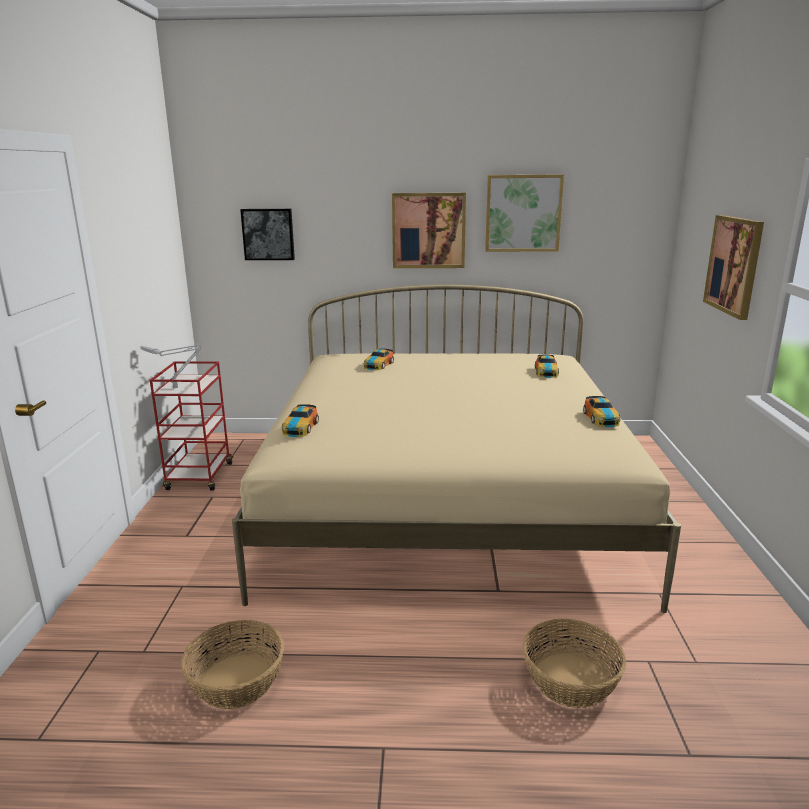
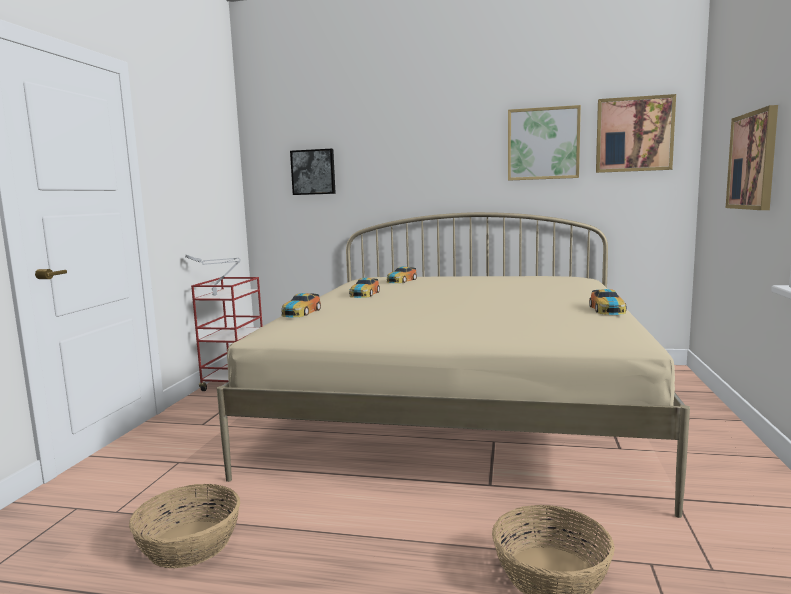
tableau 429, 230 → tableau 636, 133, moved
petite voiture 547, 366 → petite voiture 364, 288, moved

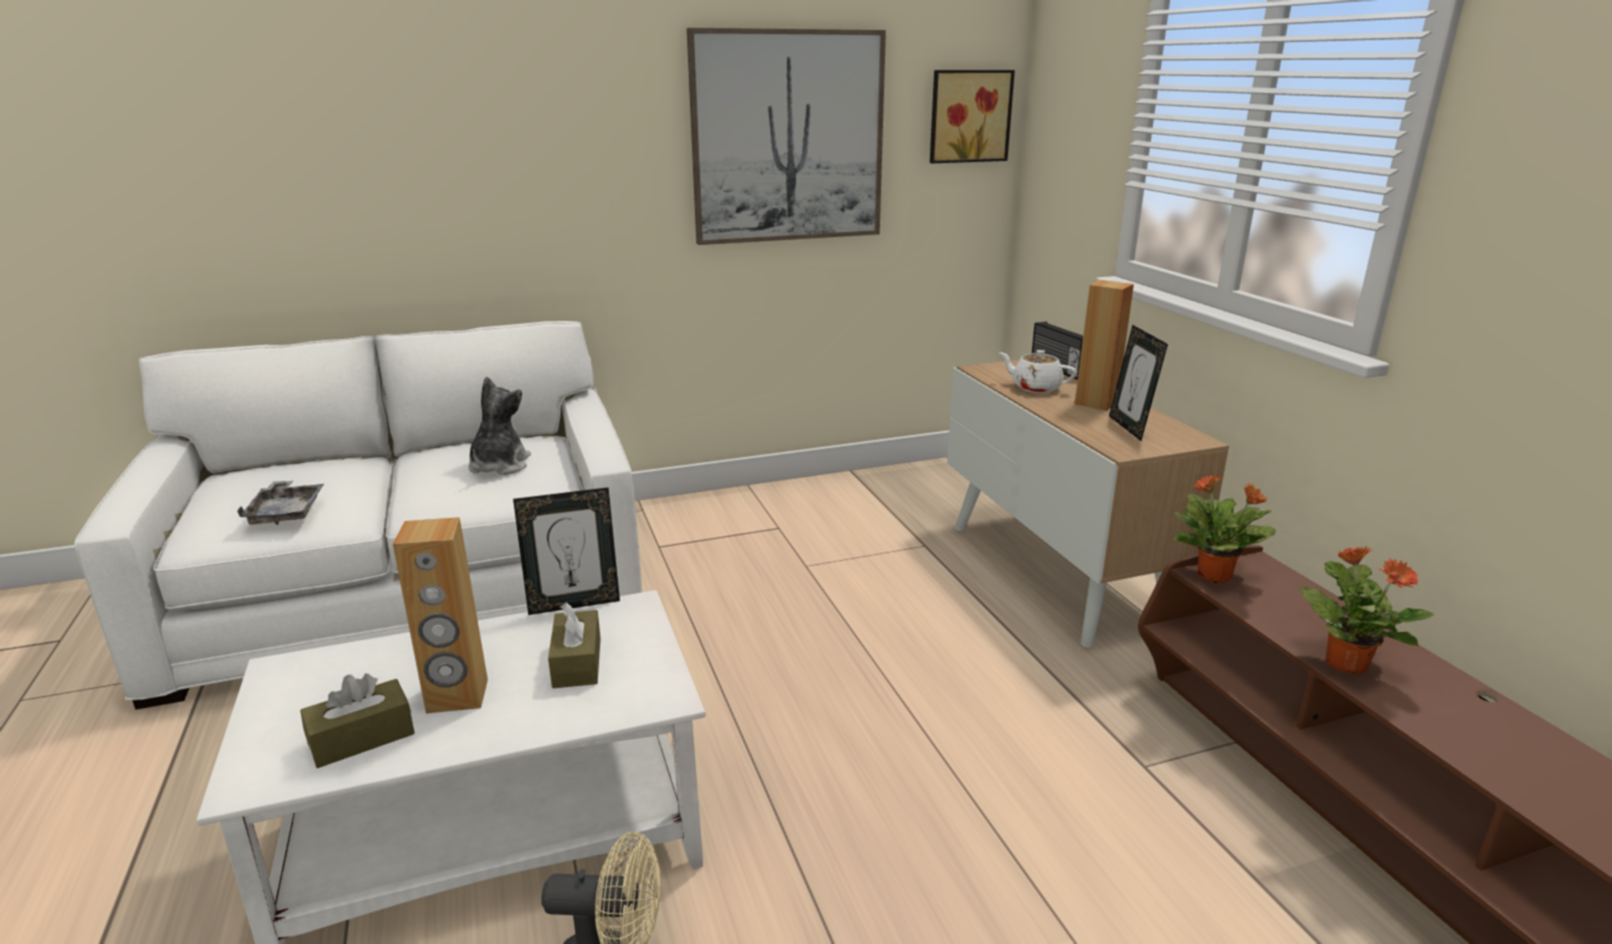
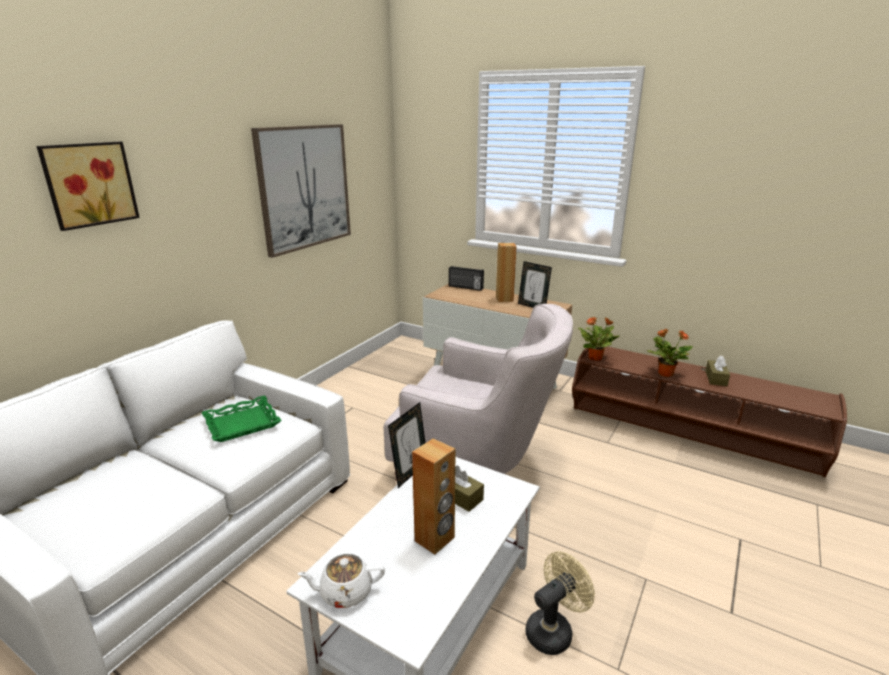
tableau 972, 116 → tableau 88, 186, moved
théière/blanc 1037, 371 → théière/blanc 341, 580, moved
peluche 499, 426 → plateau/vert 242, 419
plateau/gris 280, 502 → -
boîte à mouchoirs/marron 357, 721 → boîte à mouchoirs/marron 717, 370, moved
- → fauteuil/blanc 478, 392

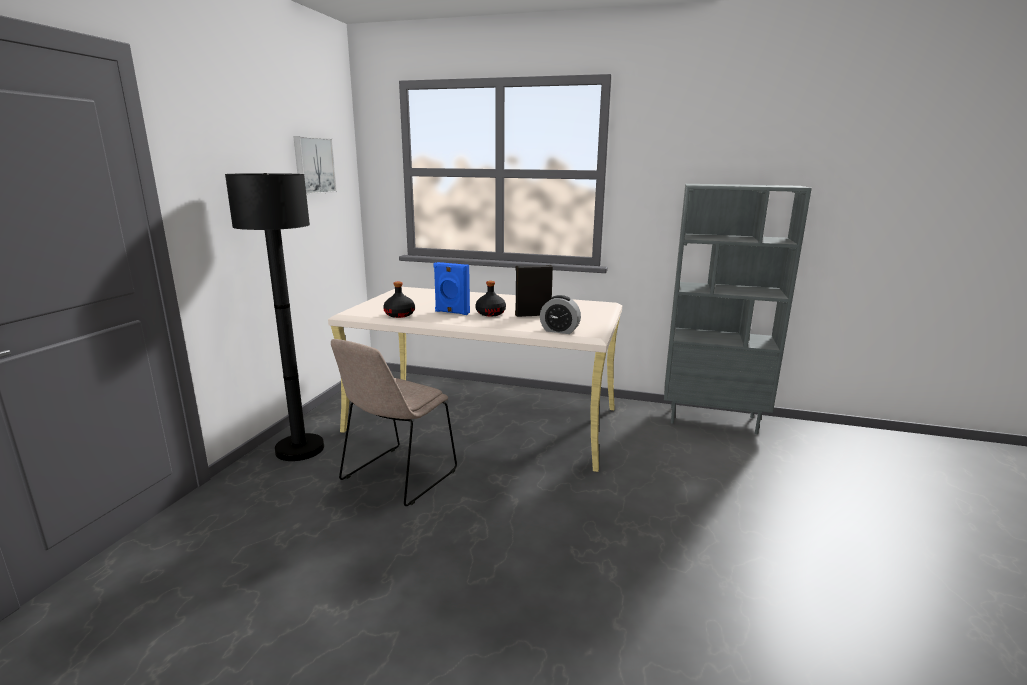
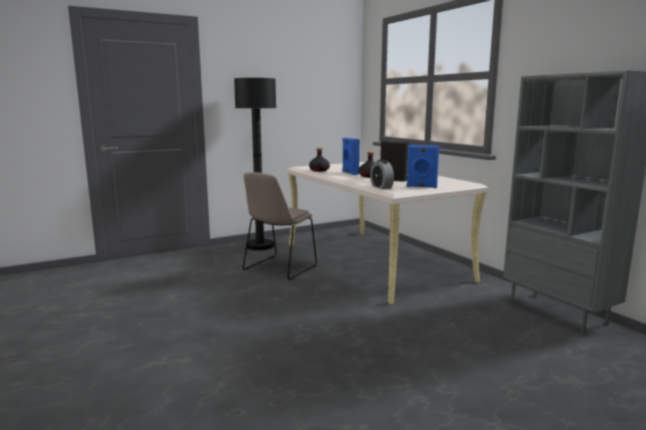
tableau 315, 165 → -
chaise/beige 394, 422 → chaise/beige 280, 226, 45 degrees counterclockwise
- → enceinte/bleu 423, 166

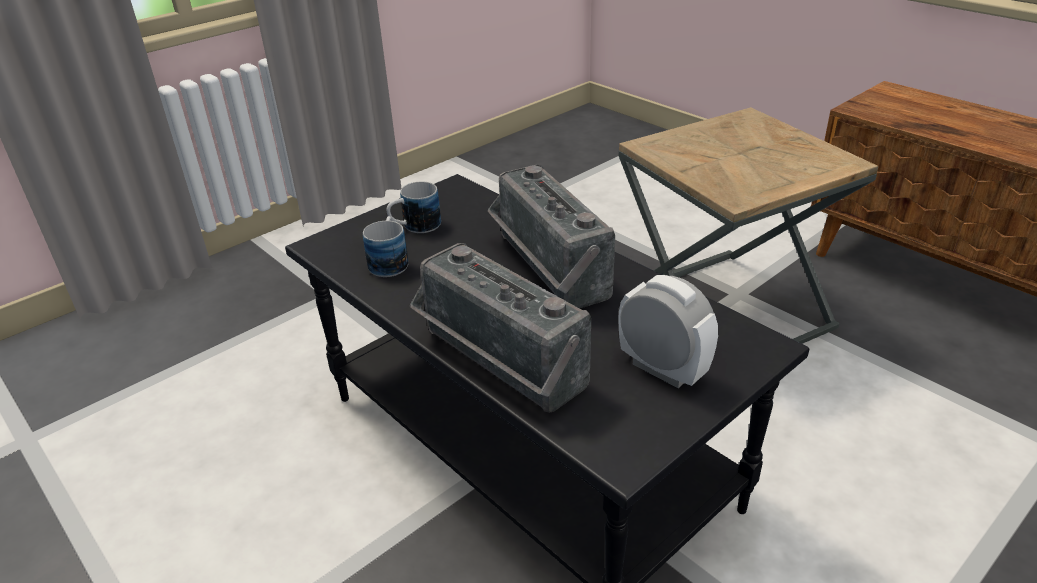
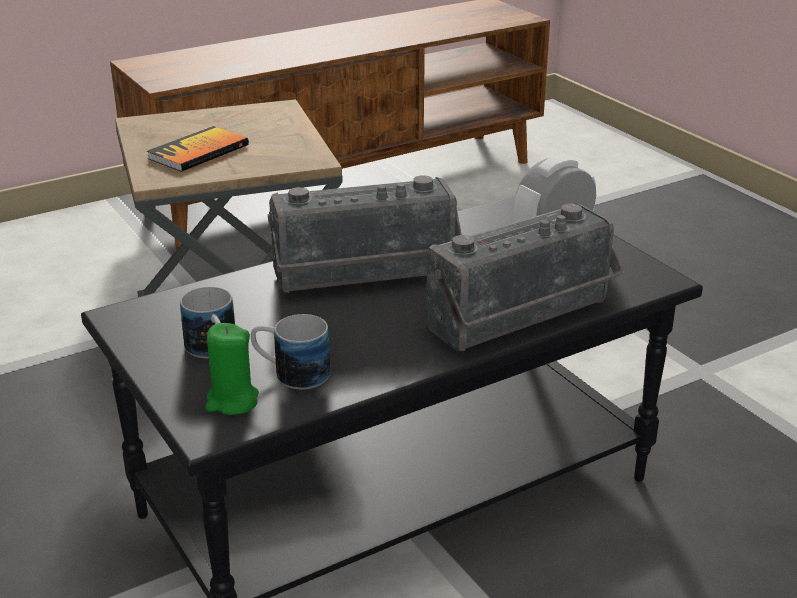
- → livre 197, 149
- → bougie/vert 232, 369

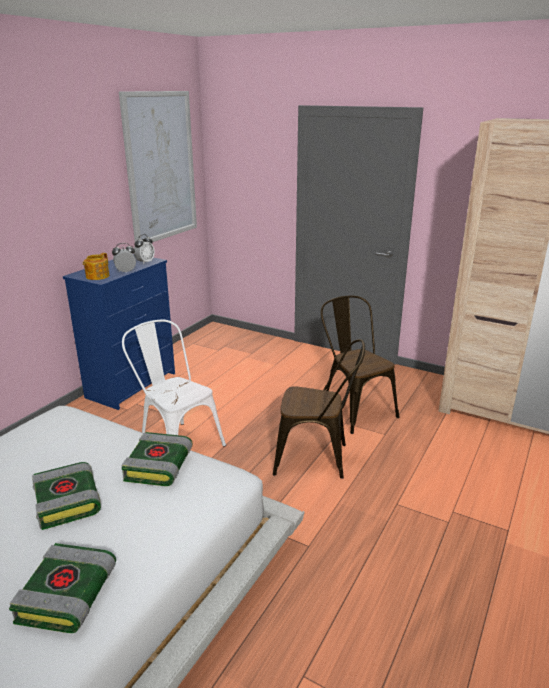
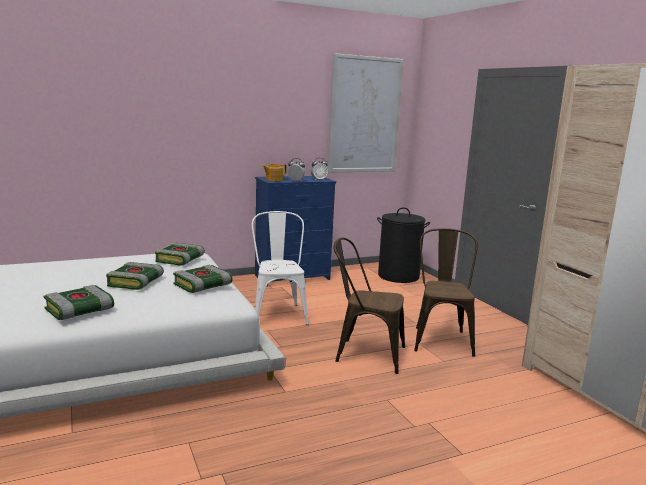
chaise/marron 319, 409 → chaise/marron 369, 305, 150 degrees clockwise
- → panier à linge/noir 403, 245
- → livre 180, 254

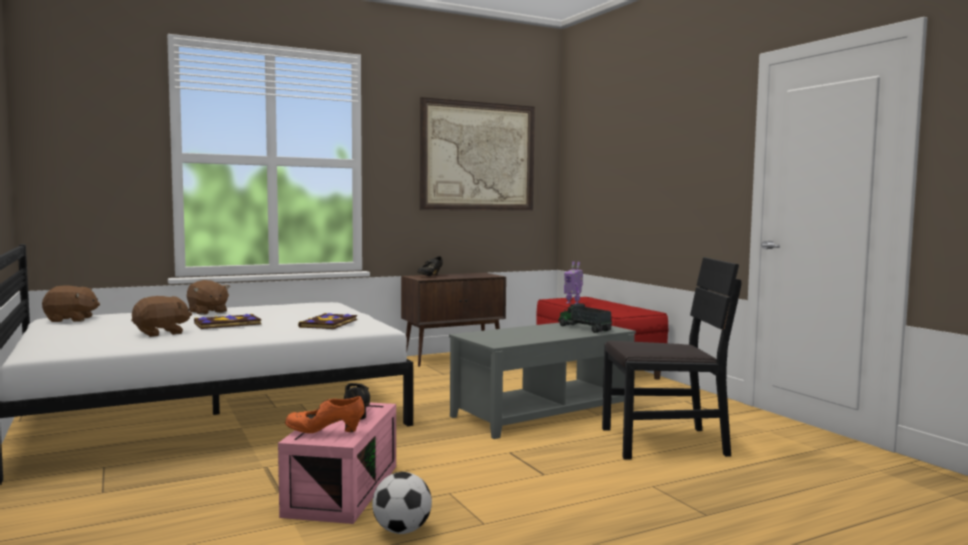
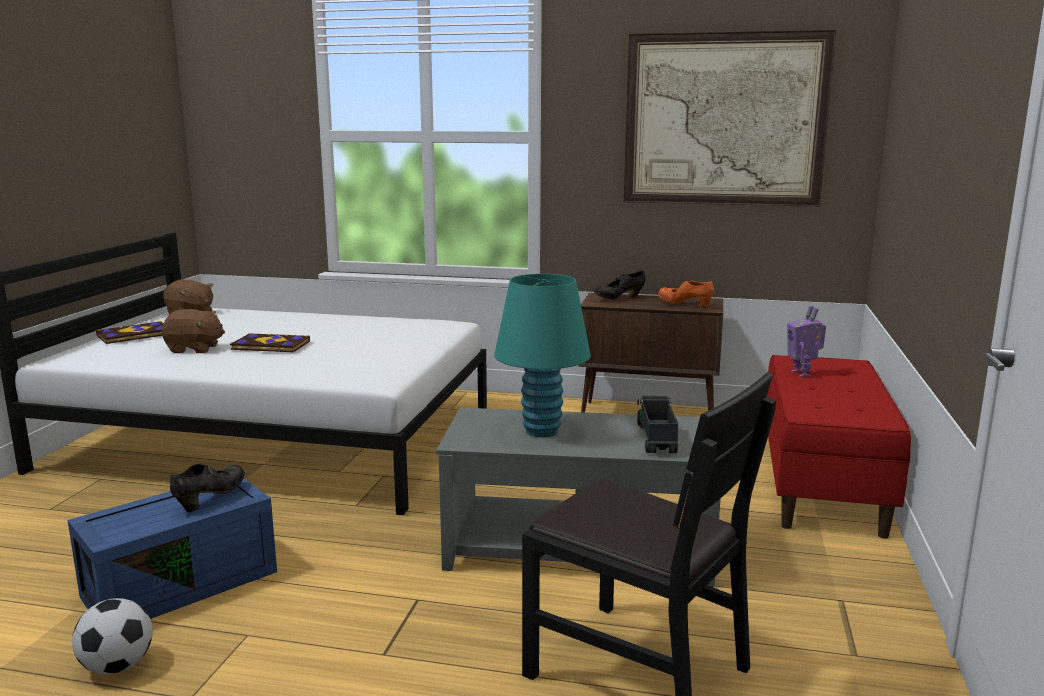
peluche/marron 208, 297 → -
livre 327, 321 → livre 130, 332, moved
chaussure/orange 325, 414 → chaussure/orange 686, 294, moved
boîte de rangement/rose 337, 463 → boîte de rangement/bleu 172, 548
- → lampe de table/turquoise 542, 355

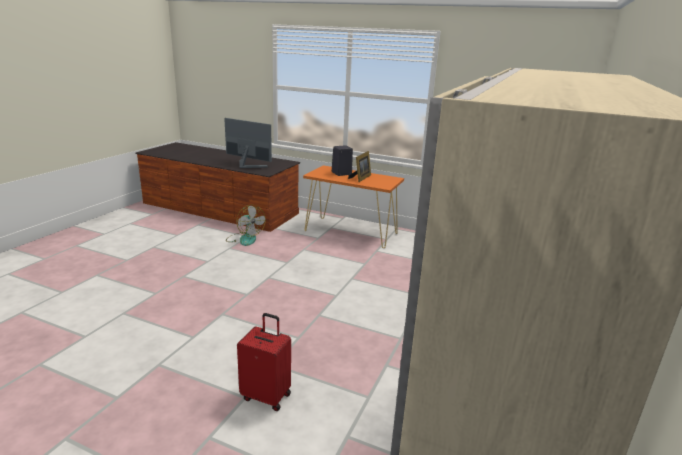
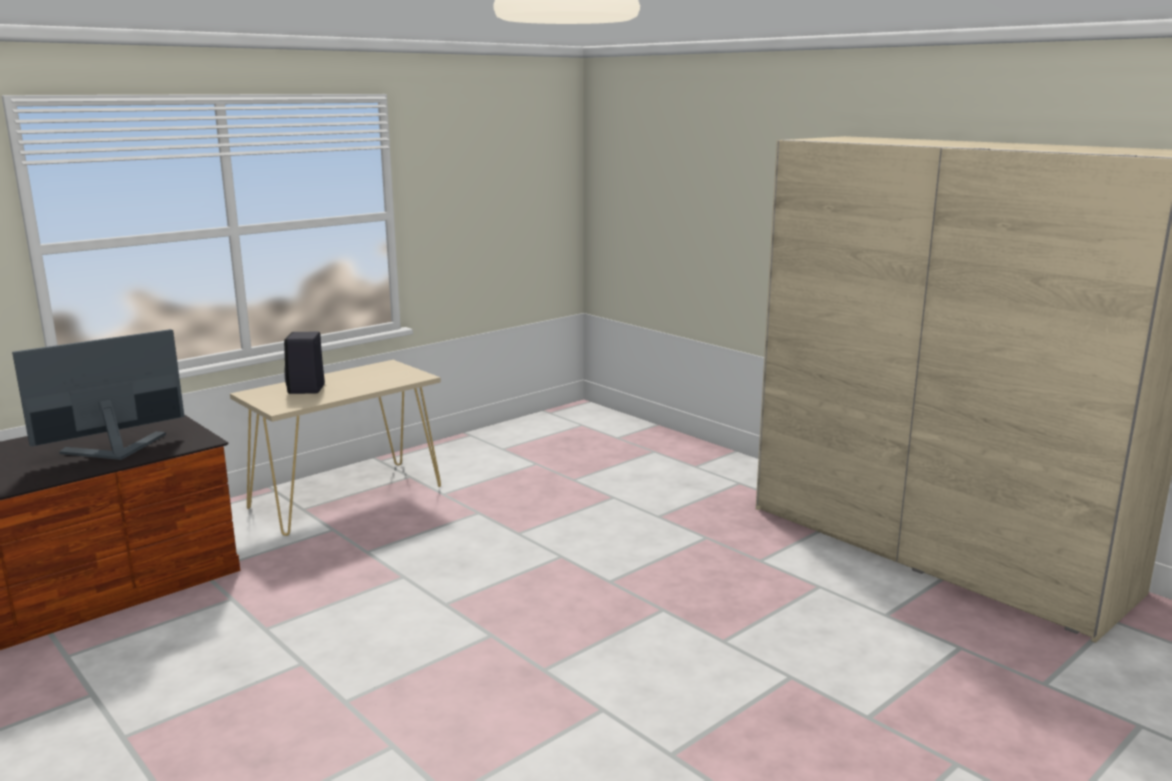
cadre photo 359, 166 → -
table console/orange 353, 207 → table console/beige 335, 448
ventilateur 246, 225 → -
valise/rouge 264, 362 → -

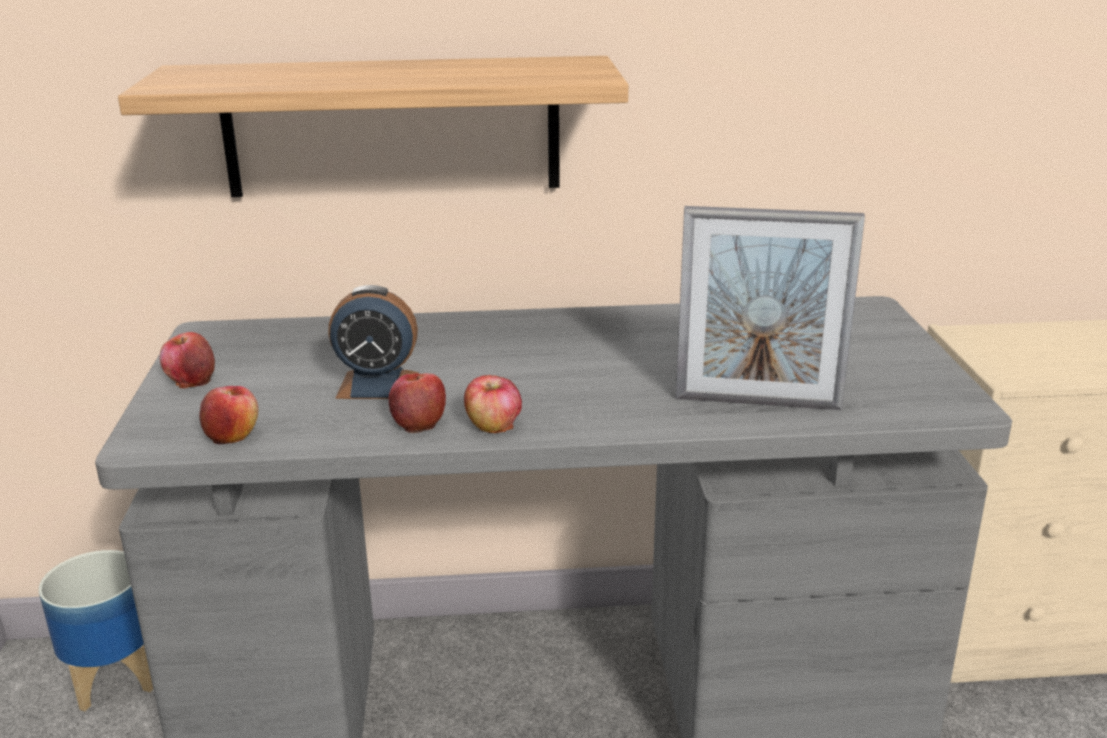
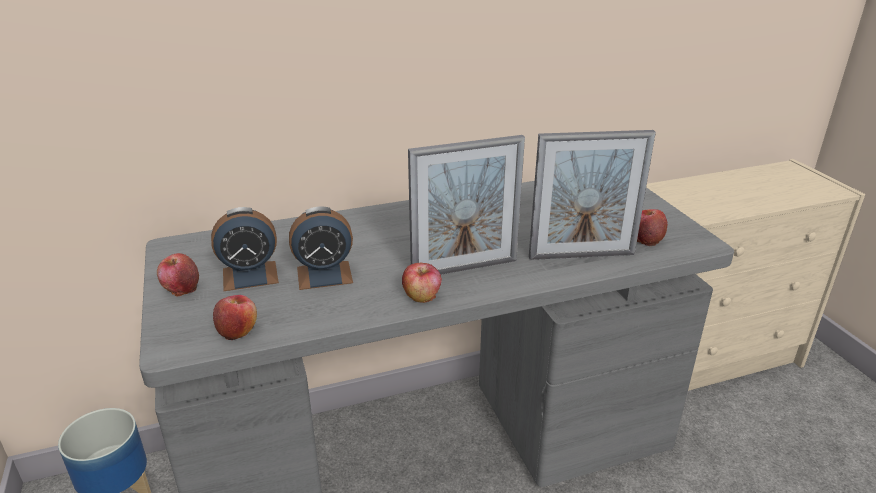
étagère 373, 126 → -
pomme 417, 403 → pomme 652, 227, moved
- → cadre photo 466, 204
- → réveil 245, 249

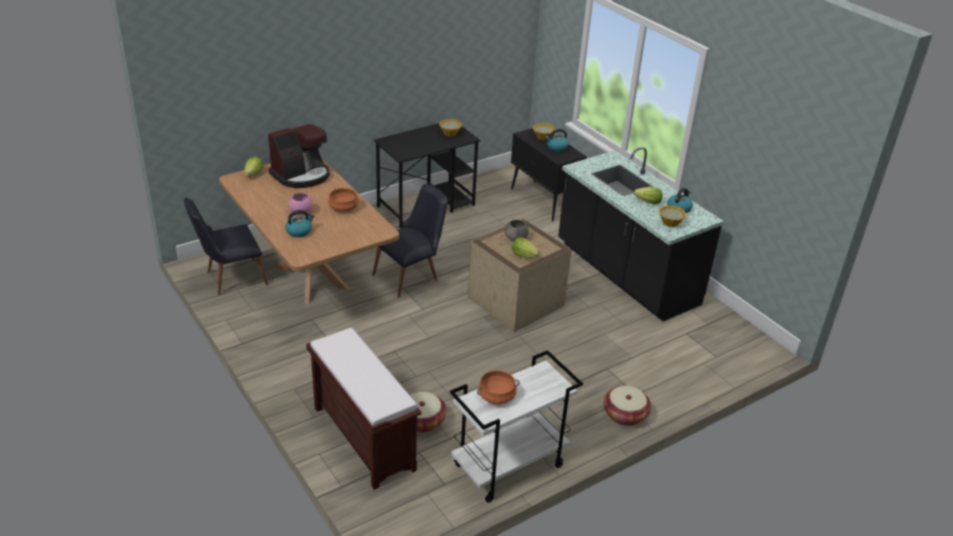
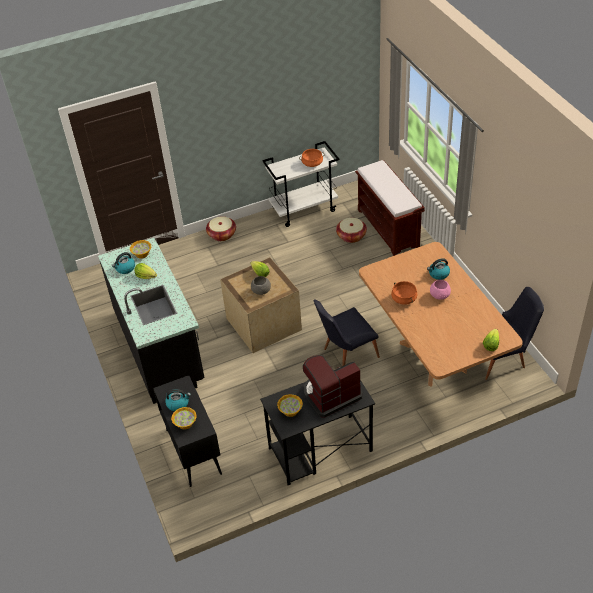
machine à café 299, 156 → machine à café 333, 386, moved

